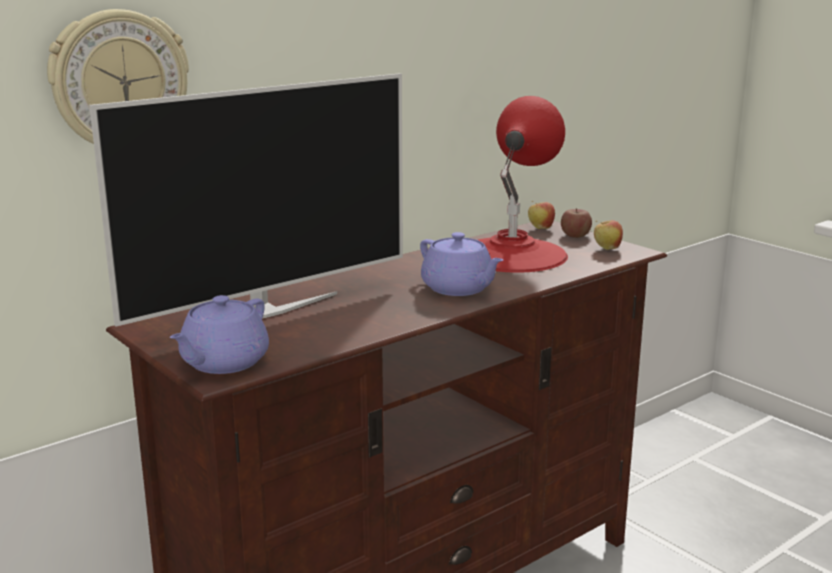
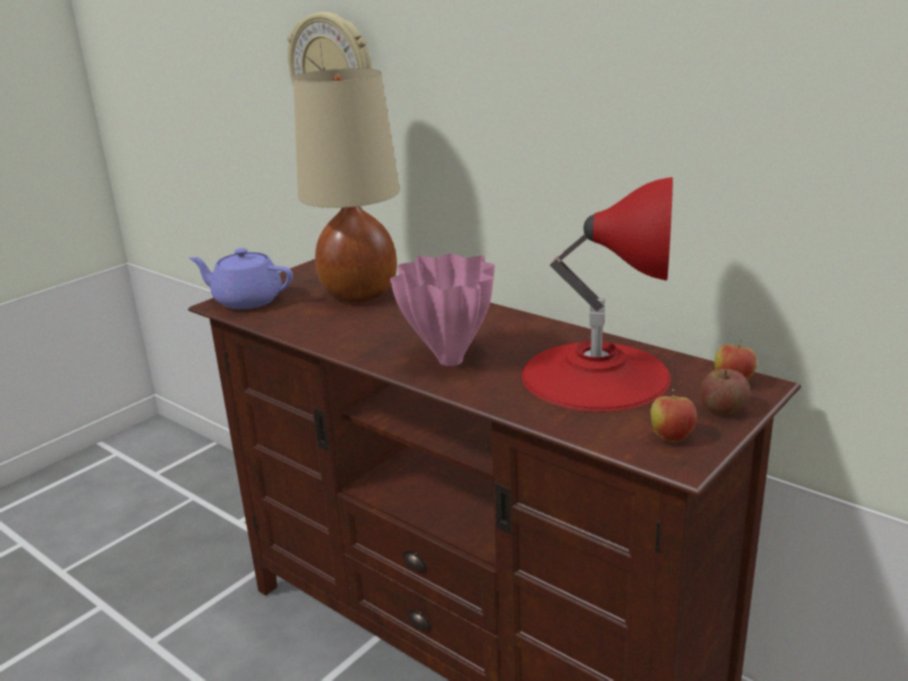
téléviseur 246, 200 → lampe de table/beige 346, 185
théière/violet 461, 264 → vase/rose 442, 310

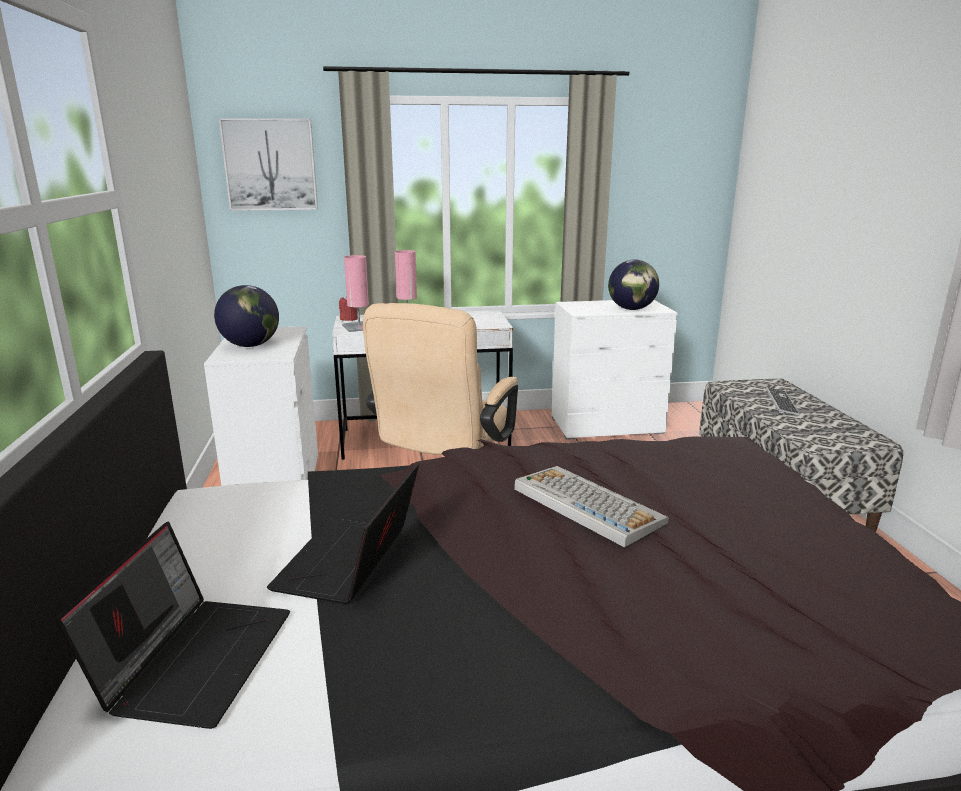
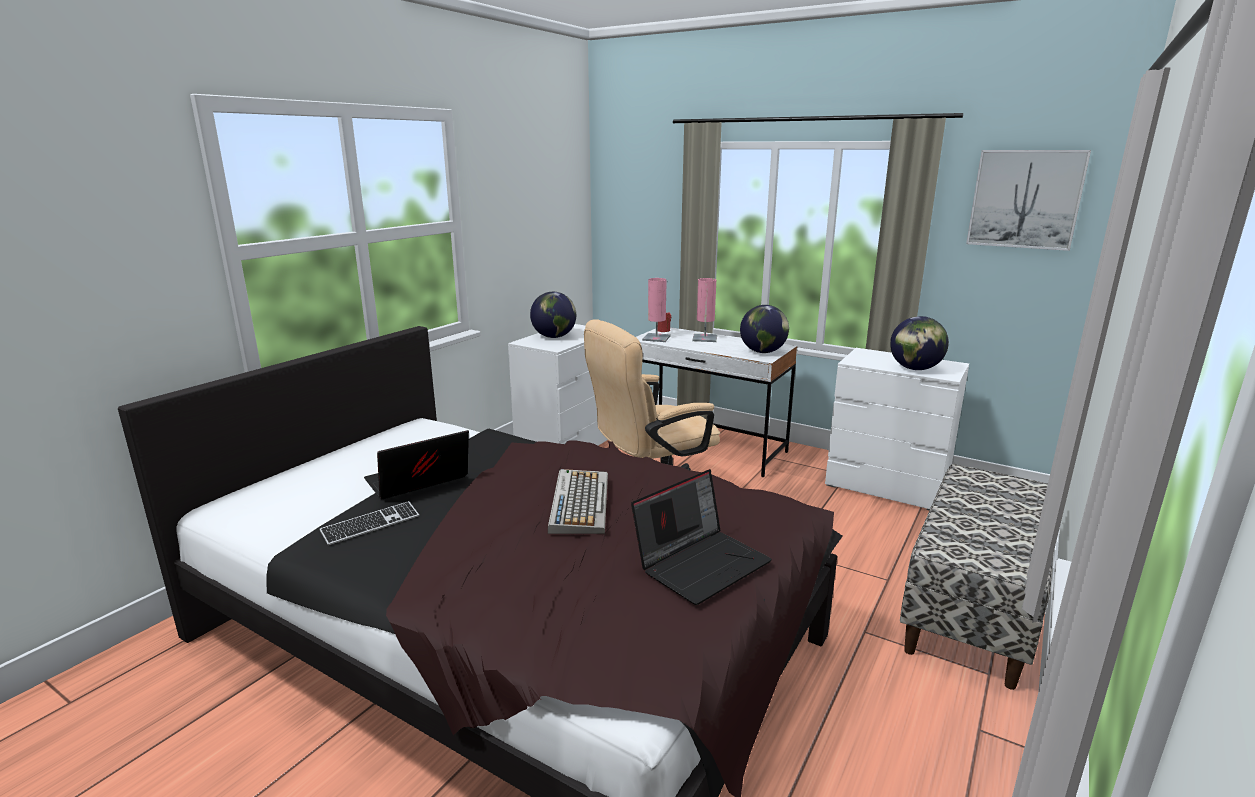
tableau 268, 164 → tableau 1028, 200, moved
clavier 783, 401 → clavier 369, 523, moved
ordinateur portable 173, 625 → ordinateur portable 701, 537, moved
- → globe 764, 329

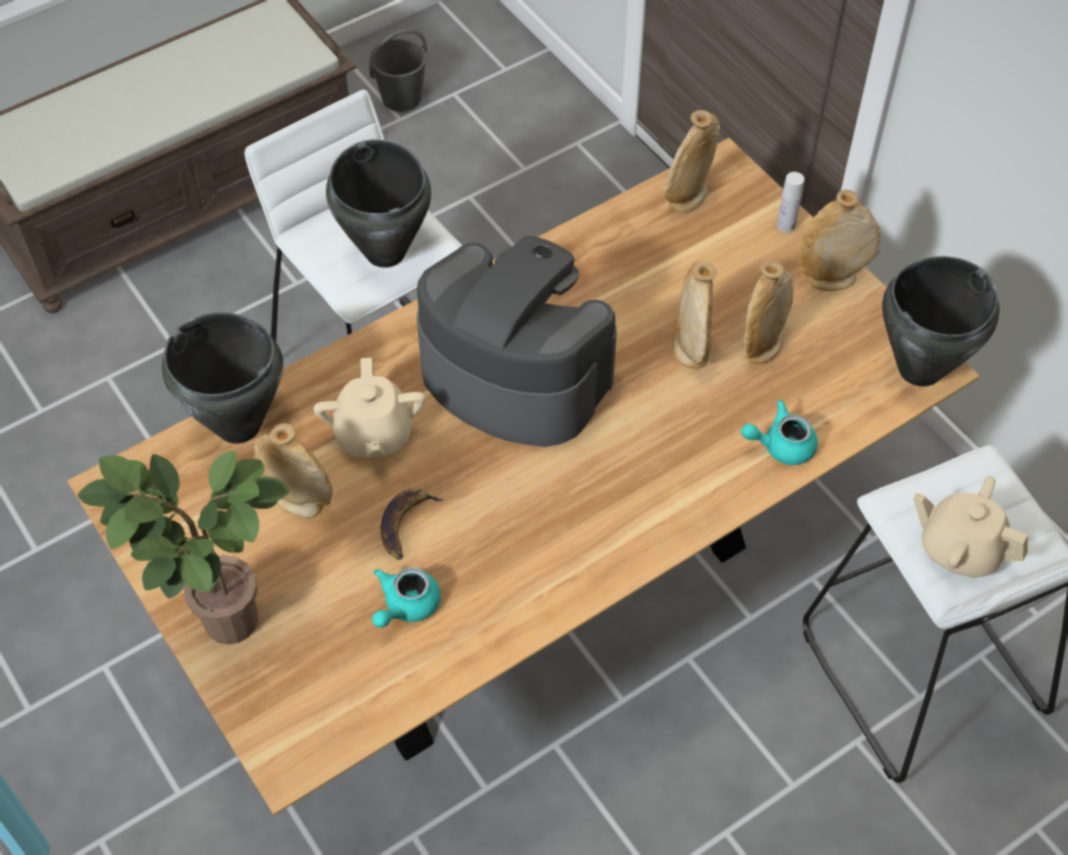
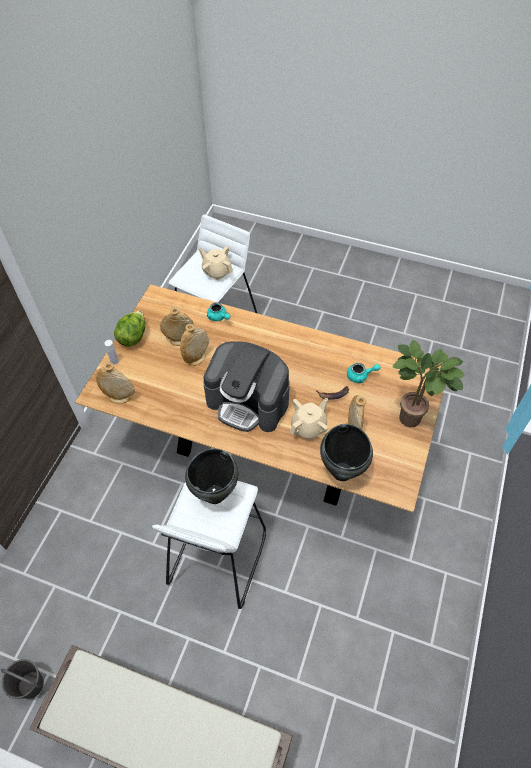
vase/beige 840, 240 → laitue 129, 329
machine à café 517, 341 → machine à café 246, 386, 60 degrees counterclockwise
marmite/noir 940, 321 → -
théière/beige 970, 527 → théière/beige 216, 263, 135 degrees clockwise

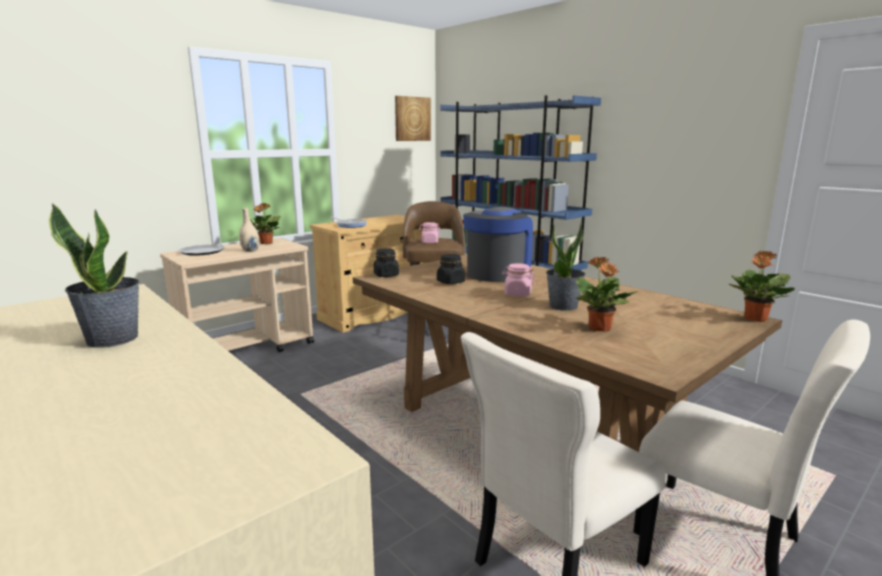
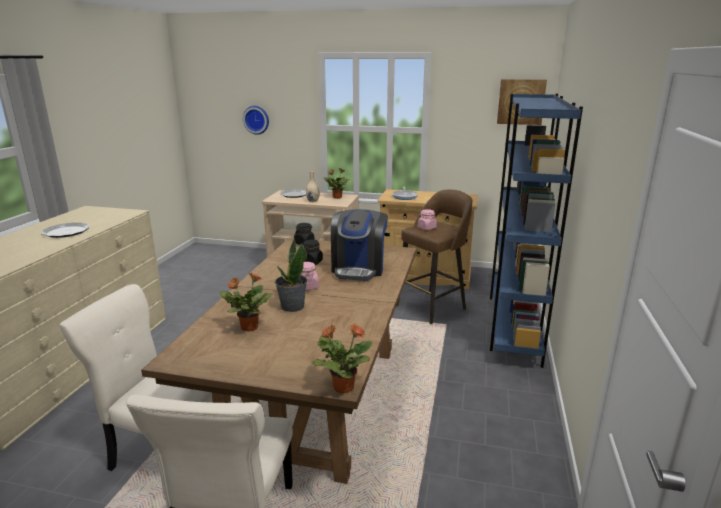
plante en pot 94, 275 → assiette 65, 230
machine à café 498, 244 → machine à café 359, 245, 105 degrees clockwise
- → horloge murale 256, 120

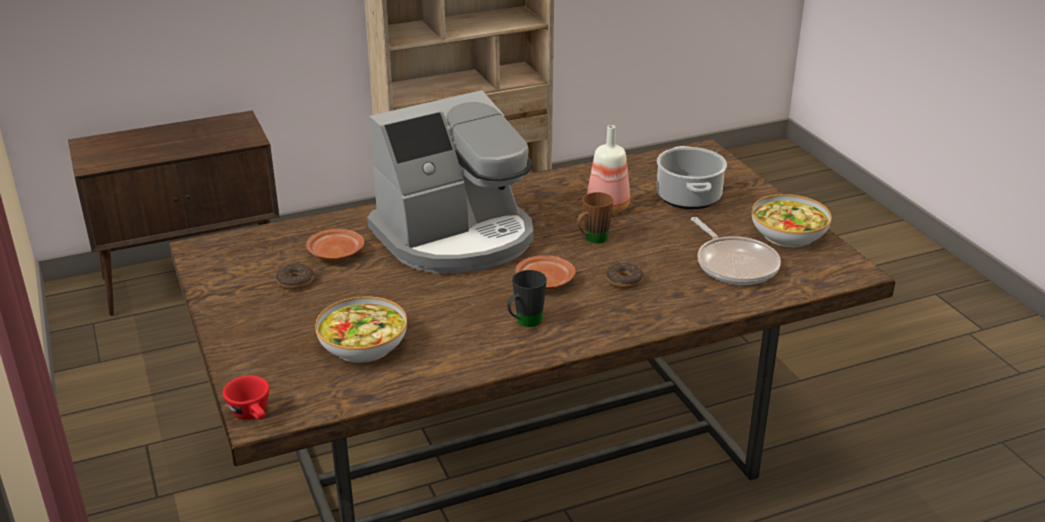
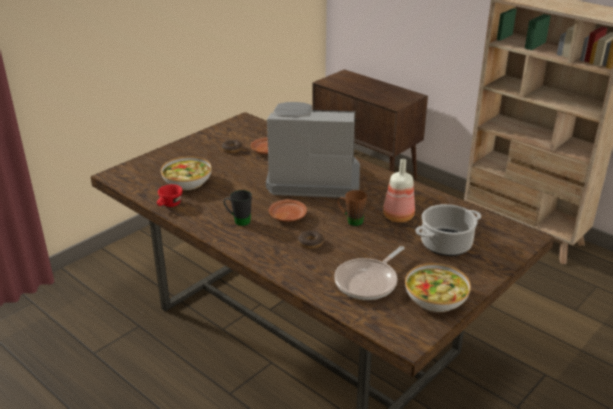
machine à café 450, 181 → machine à café 313, 150, 150 degrees clockwise
tasse/rouge 246, 397 → tasse/rouge 169, 195, moved

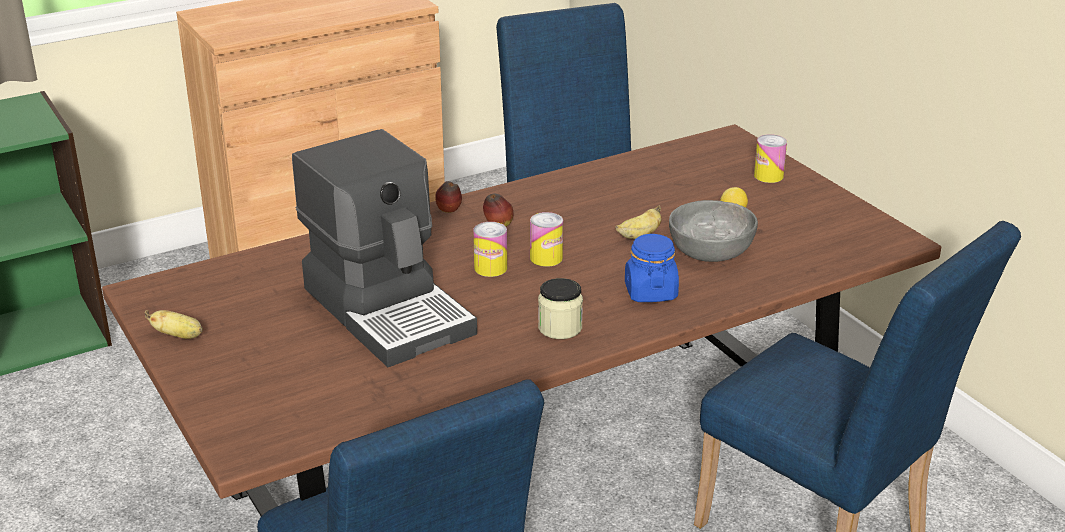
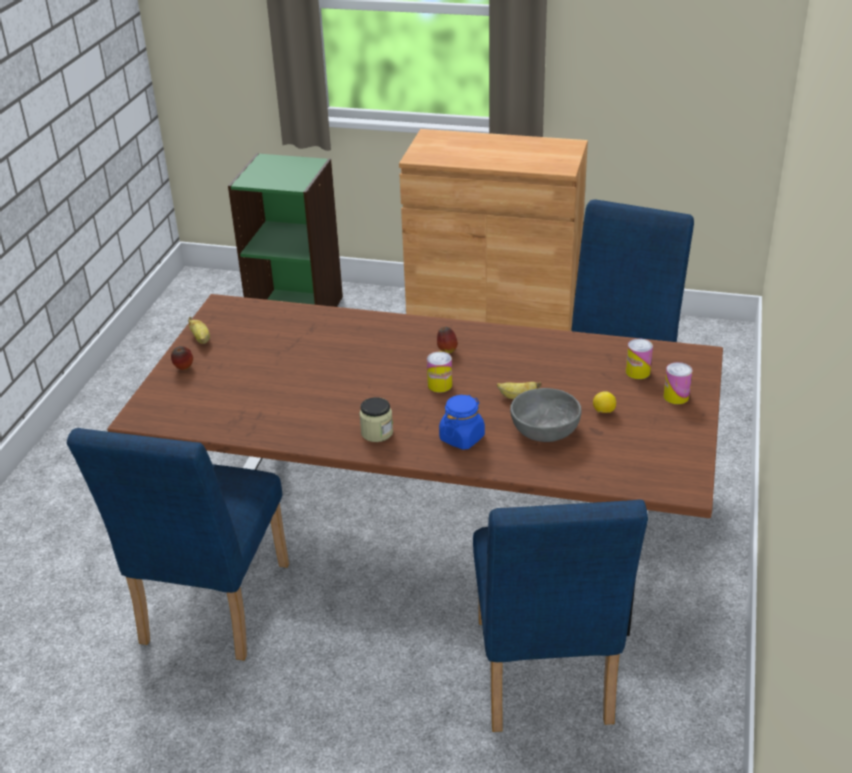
machine à café 384, 248 → -
pomme 448, 197 → pomme 182, 358, moved
boîte métallique 490, 249 → boîte métallique 639, 359, moved

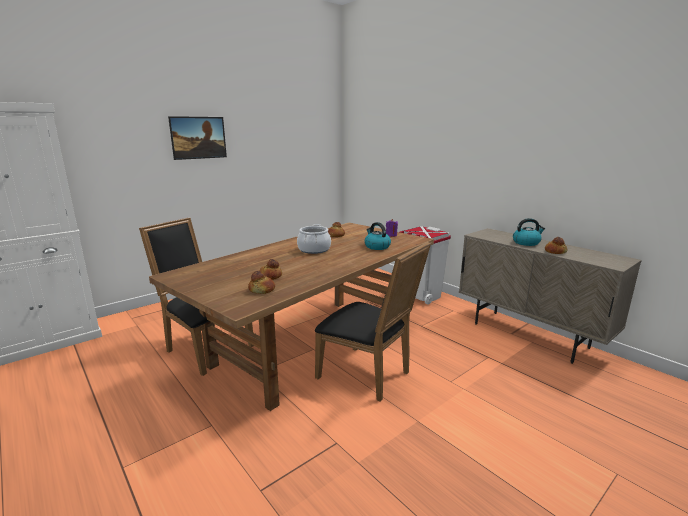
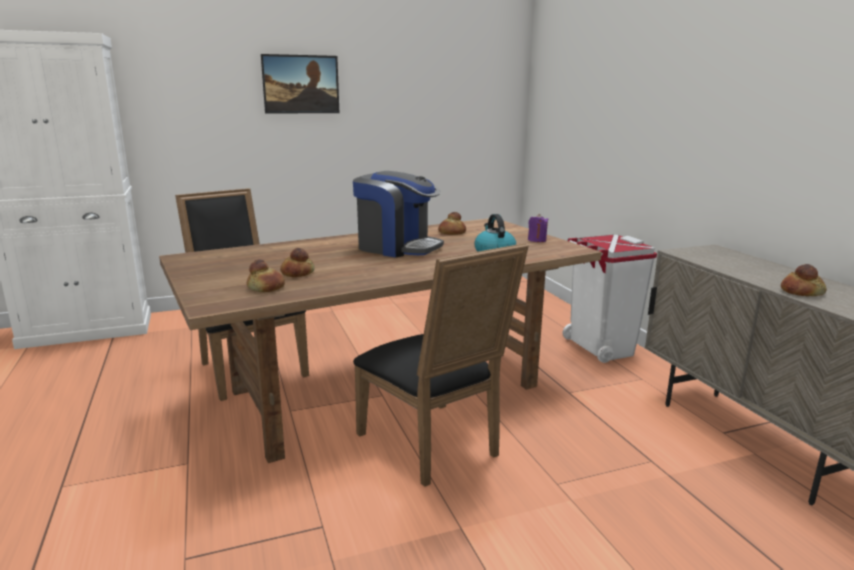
bouilloire 529, 232 → -
marmite 314, 239 → machine à café 398, 214

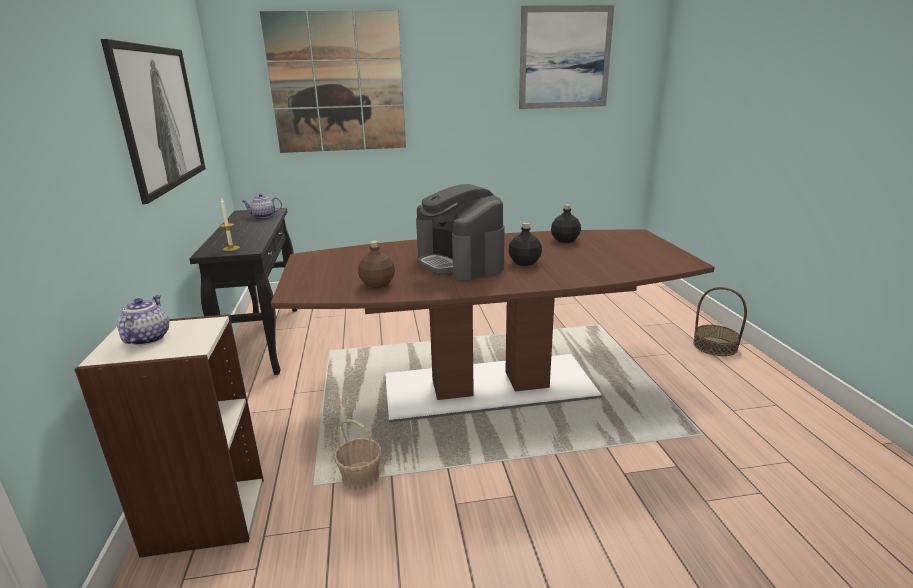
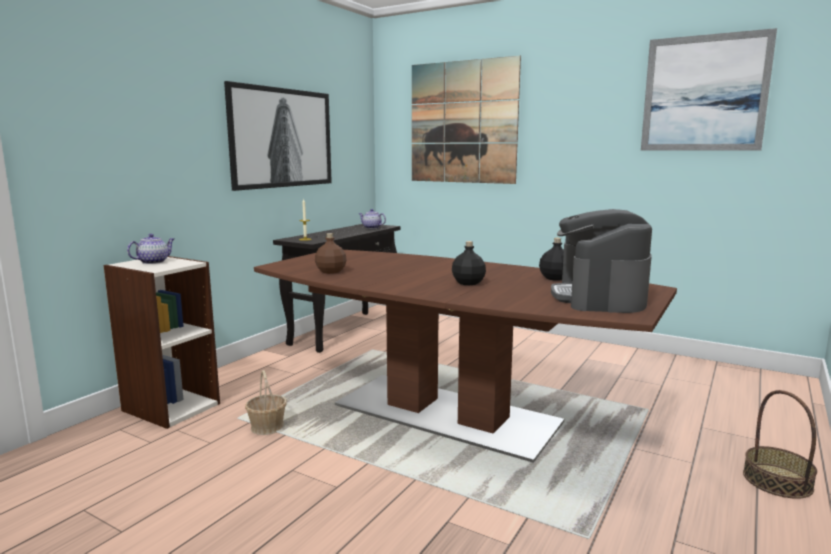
machine à café 460, 232 → machine à café 601, 261, moved

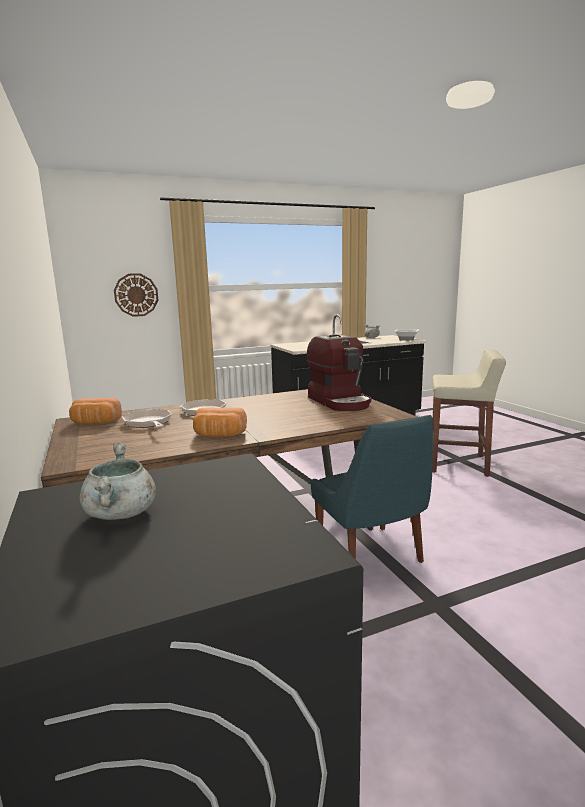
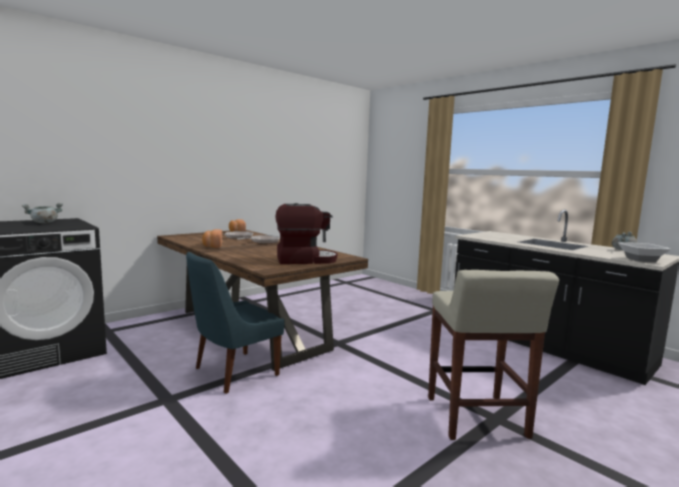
horloge murale 136, 295 → -
machine à café 339, 372 → machine à café 306, 233, 150 degrees counterclockwise

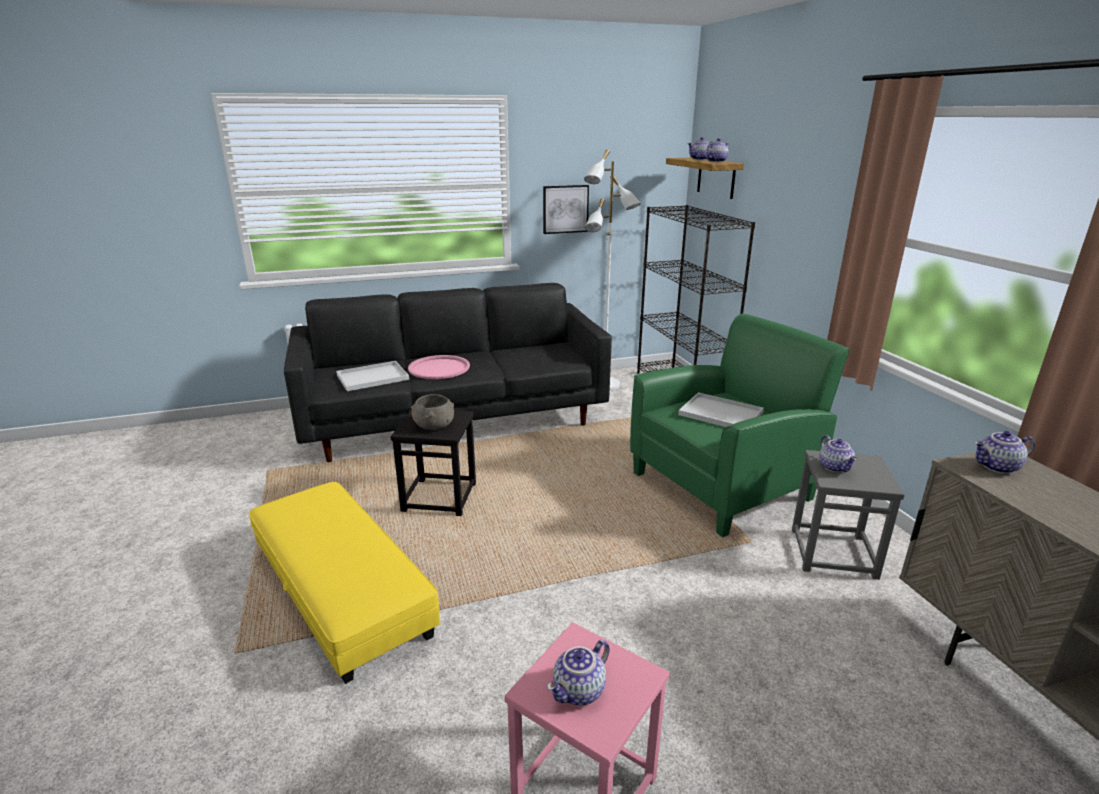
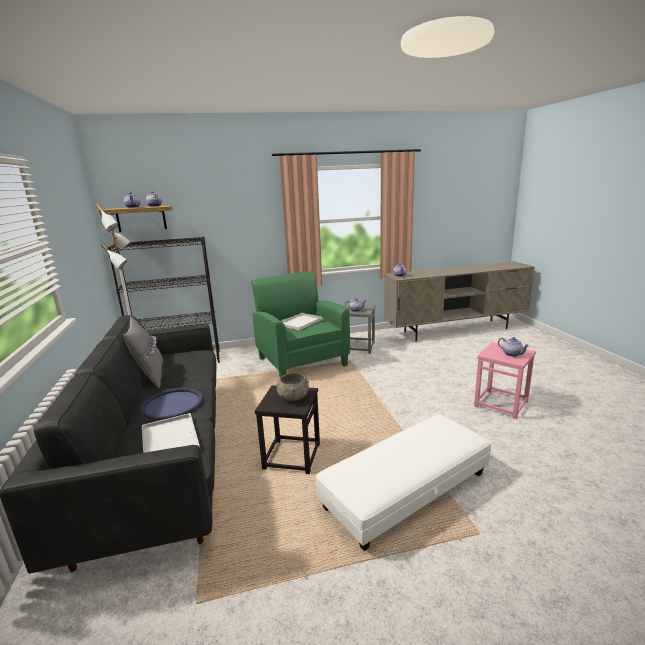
tableau 566, 209 → -
plateau/rose 439, 367 → plateau/bleu 171, 403
pouf/jaune 344, 583 → pouf/blanc 403, 482
- → coussin/gris 143, 352

